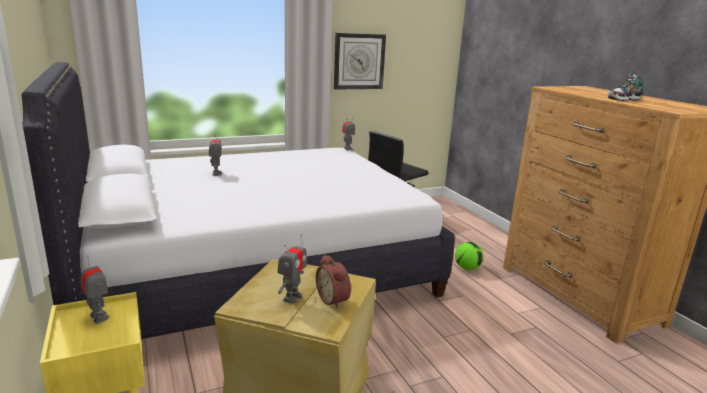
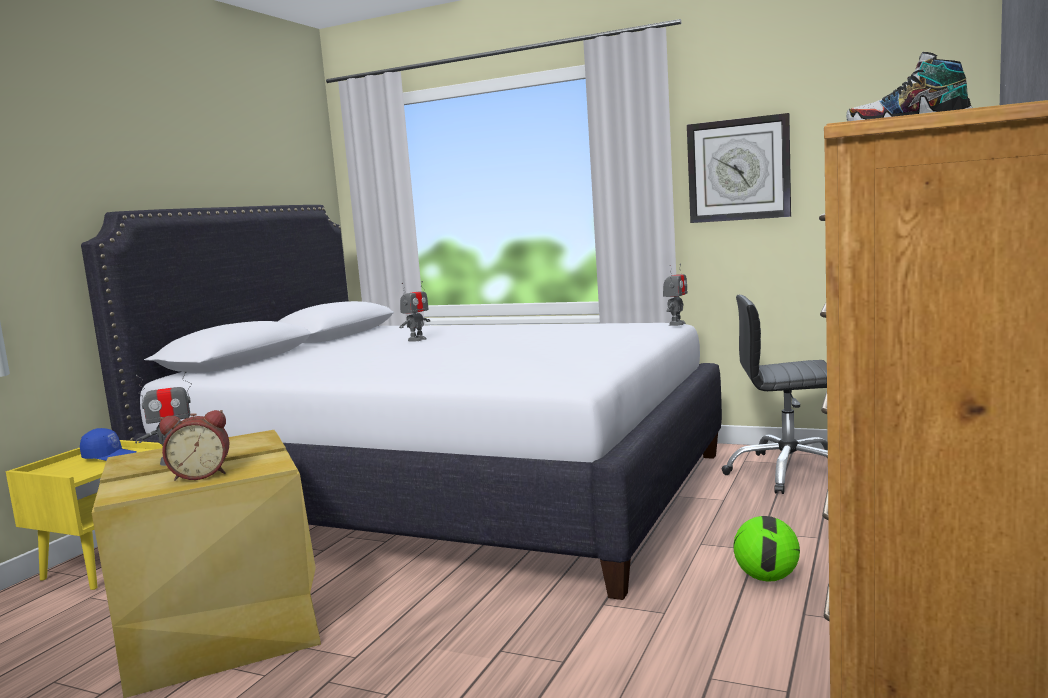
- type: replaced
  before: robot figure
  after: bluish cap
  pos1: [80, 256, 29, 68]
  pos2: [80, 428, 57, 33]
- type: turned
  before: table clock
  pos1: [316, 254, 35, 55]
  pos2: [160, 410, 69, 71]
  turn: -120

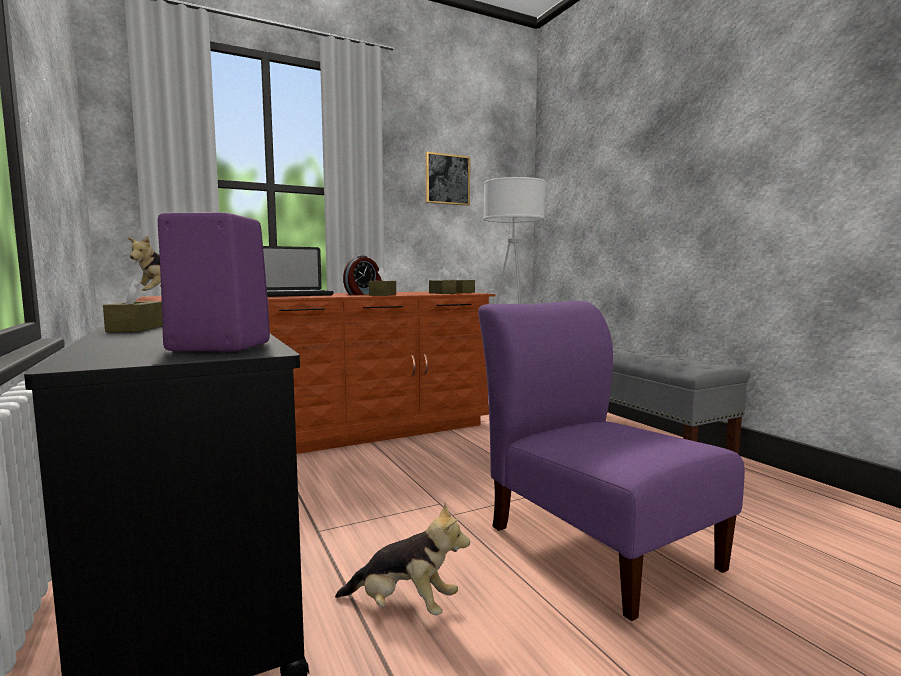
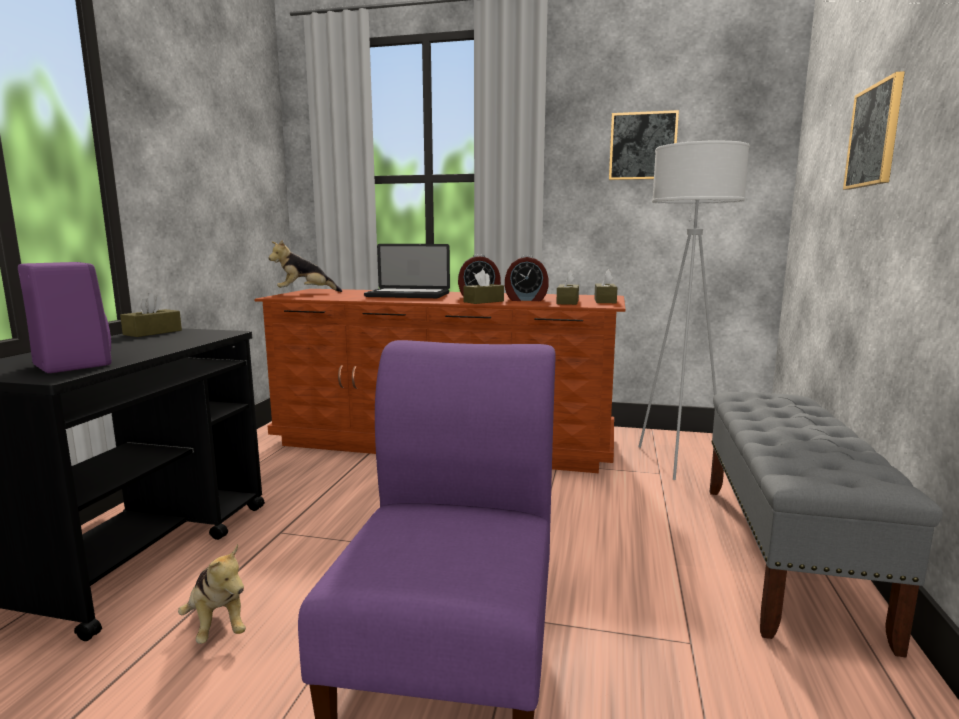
- type: added
  after: table clock
  pos2: [505, 255, 44, 46]
- type: added
  after: wall art
  pos2: [843, 71, 62, 119]

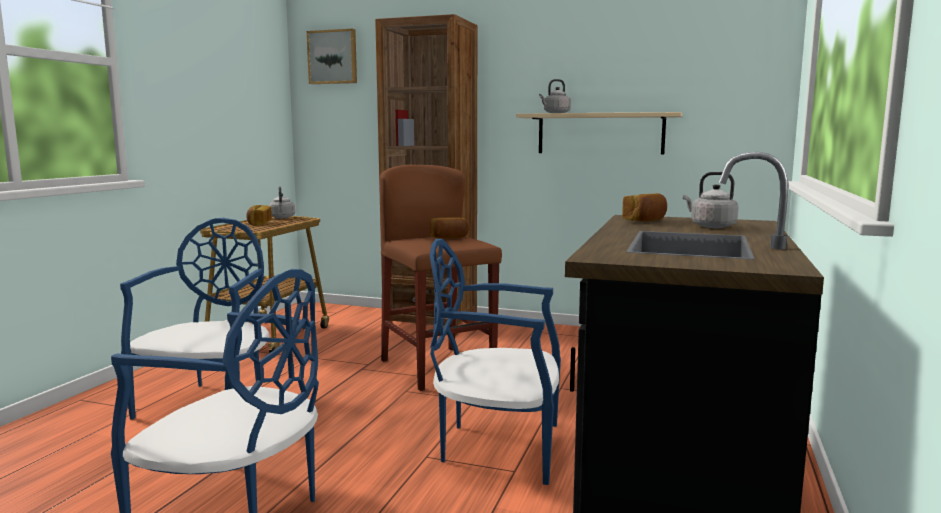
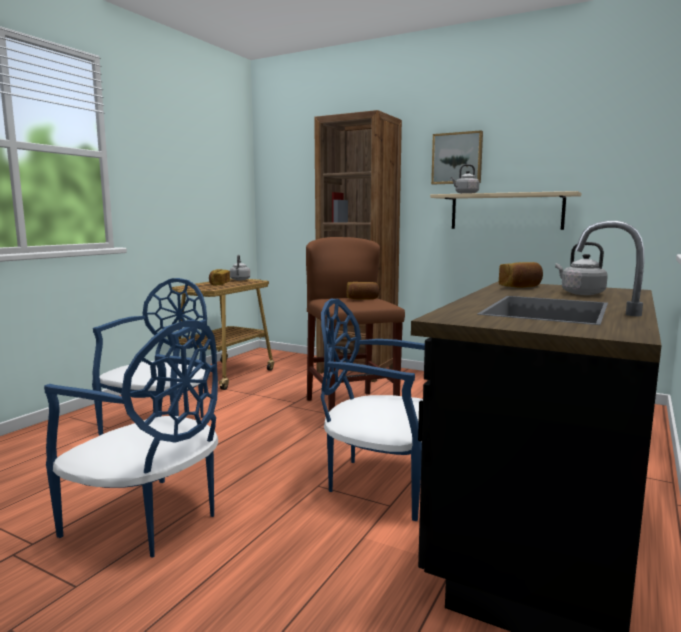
- type: moved
  before: wall art
  pos1: [307, 29, 50, 55]
  pos2: [431, 130, 52, 54]

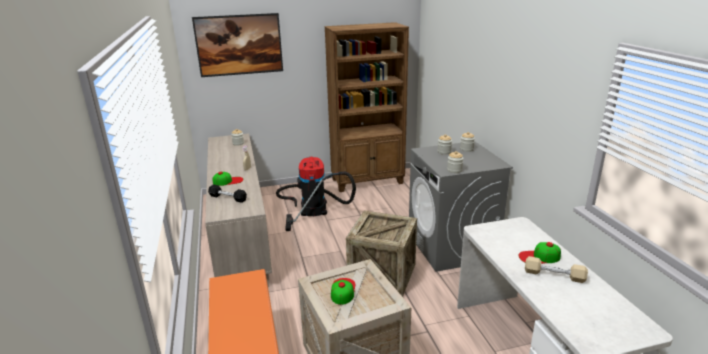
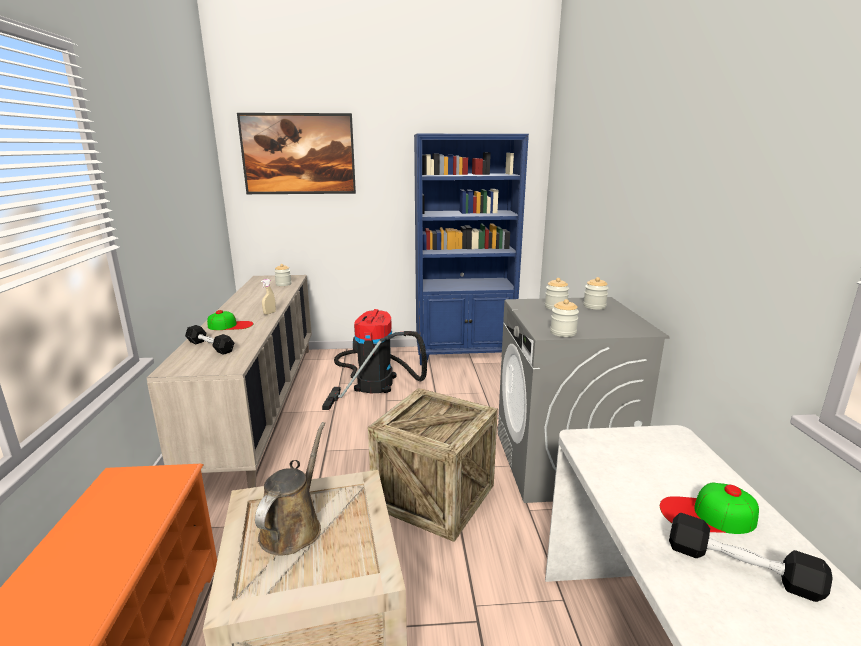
- type: replaced
  before: cap
  after: brown-coloured watering can
  pos1: [331, 278, 24, 27]
  pos2: [255, 422, 70, 133]
- type: recoloured
  before: brown-coloured bookshelf
  after: bluish bookshelf
  pos1: [324, 22, 85, 170]
  pos2: [414, 134, 115, 231]
- type: recoloured
  before: beige-coloured hand weight
  after: blackish hand weight
  pos1: [525, 256, 63, 27]
  pos2: [669, 513, 164, 89]

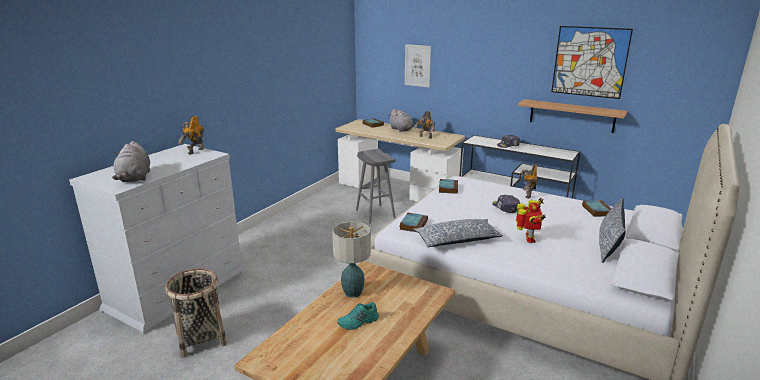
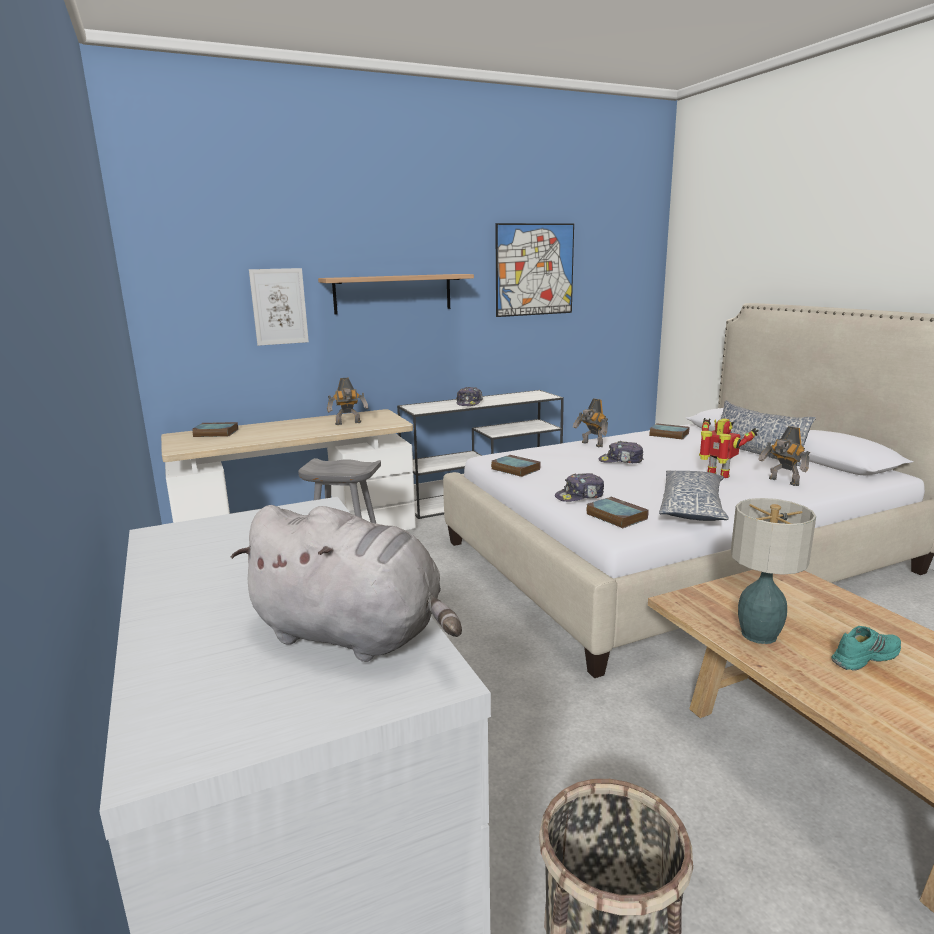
- type: moved
  before: wall shelf
  pos1: [518, 99, 110, 34]
  pos2: [318, 274, 156, 41]
- type: added
  after: cap
  pos2: [555, 473, 49, 29]
- type: moved
  before: robot figure
  pos1: [178, 116, 26, 39]
  pos2: [758, 426, 52, 60]
- type: turned
  before: turquoise-coloured low shoe
  pos1: [337, 302, 42, 28]
  pos2: [831, 626, 70, 45]
  turn: -120
- type: removed
  before: greyish cuddly toy
  pos1: [389, 109, 24, 23]

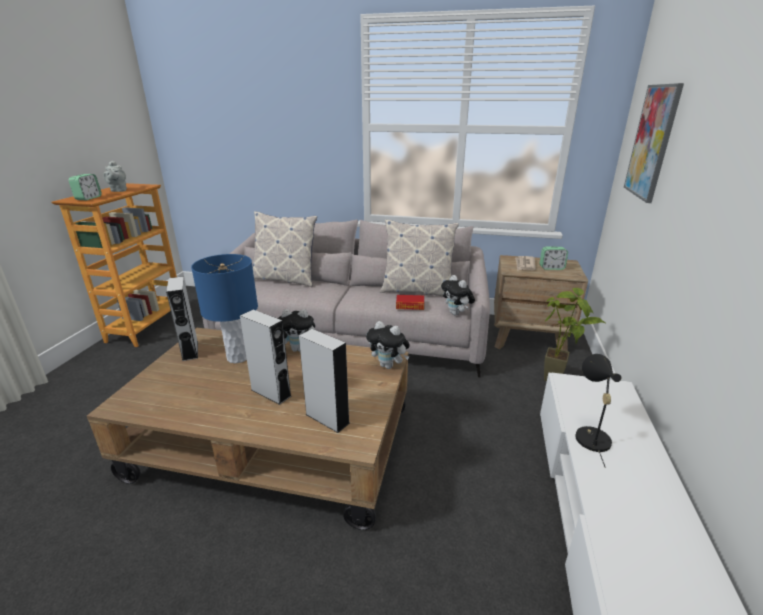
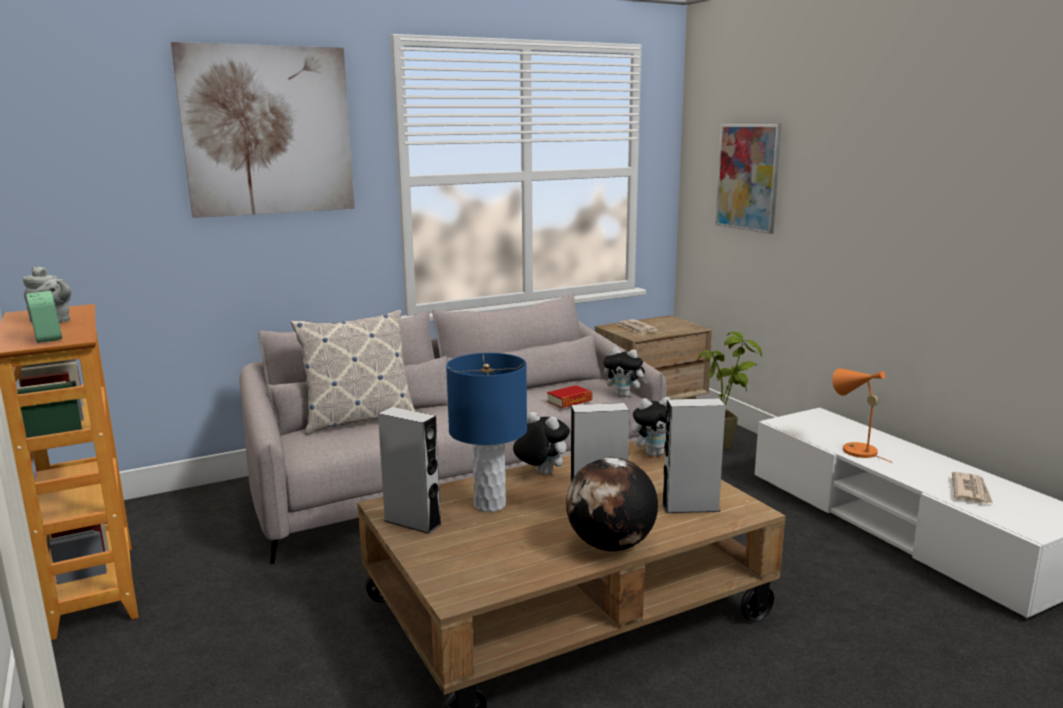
- type: added
  after: wall art
  pos2: [171, 42, 184, 176]
- type: turned
  before: cuddly toy
  pos1: [278, 309, 37, 43]
  pos2: [513, 412, 57, 63]
  turn: -105
- type: added
  after: globe
  pos2: [566, 457, 92, 94]
- type: recoloured
  before: blackish table lamp
  after: orange table lamp
  pos1: [575, 354, 47, 114]
  pos2: [832, 368, 61, 95]
- type: added
  after: newspaper
  pos2: [952, 472, 41, 32]
- type: removed
  before: throw pillow
  pos1: [380, 219, 79, 77]
- type: removed
  before: table clock
  pos1: [540, 247, 28, 23]

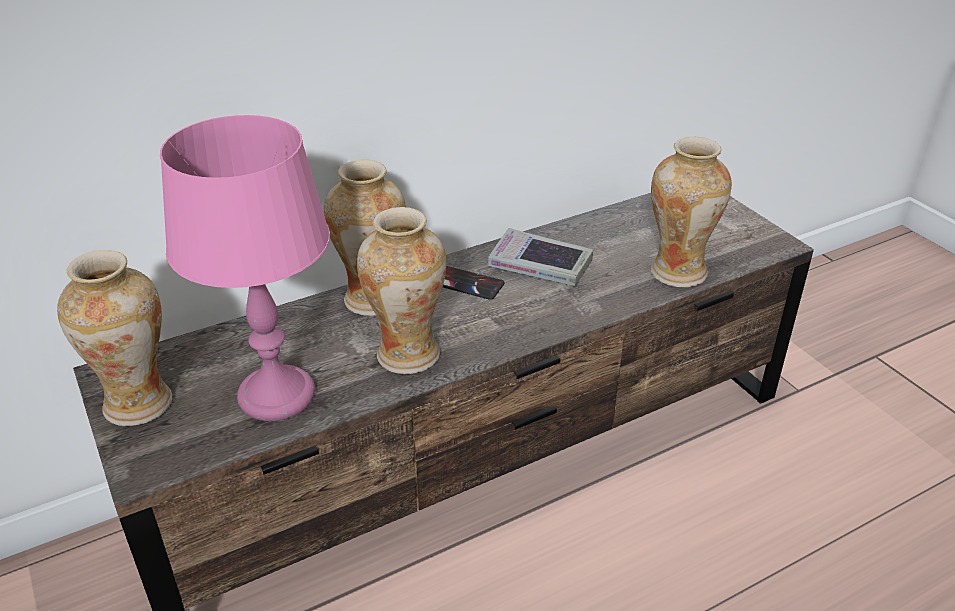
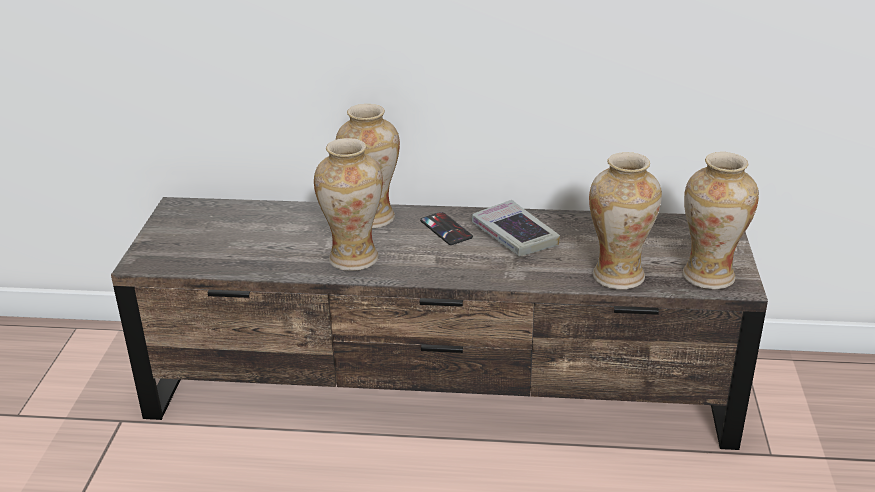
- type: moved
  before: flower vase
  pos1: [57, 250, 115, 176]
  pos2: [682, 152, 77, 137]
- type: removed
  before: pink-coloured table lamp
  pos1: [160, 115, 170, 306]

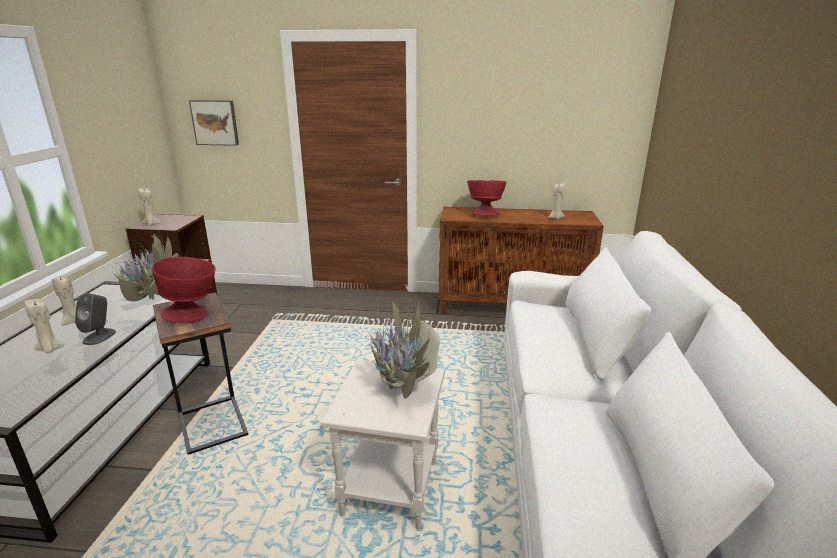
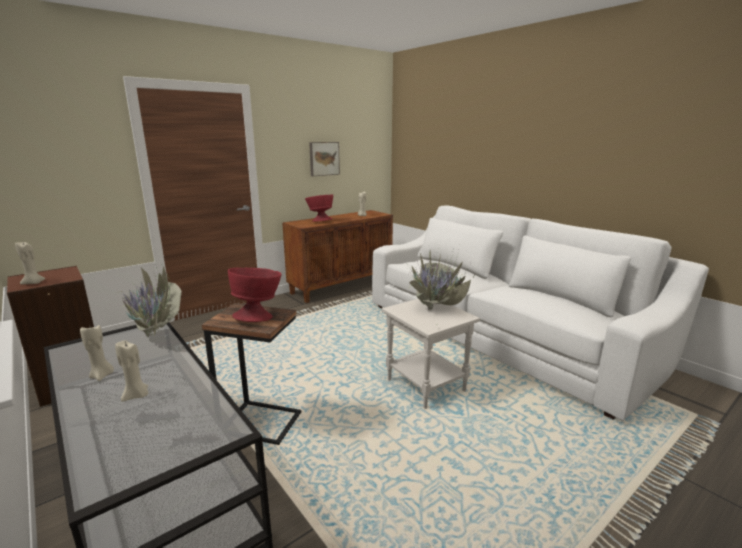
- type: moved
  before: wall art
  pos1: [189, 100, 50, 46]
  pos2: [309, 142, 31, 34]
- type: removed
  before: greyish speaker
  pos1: [75, 293, 41, 52]

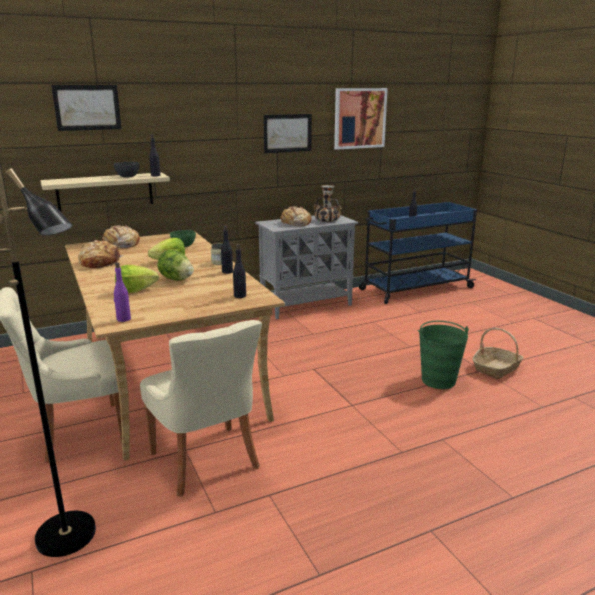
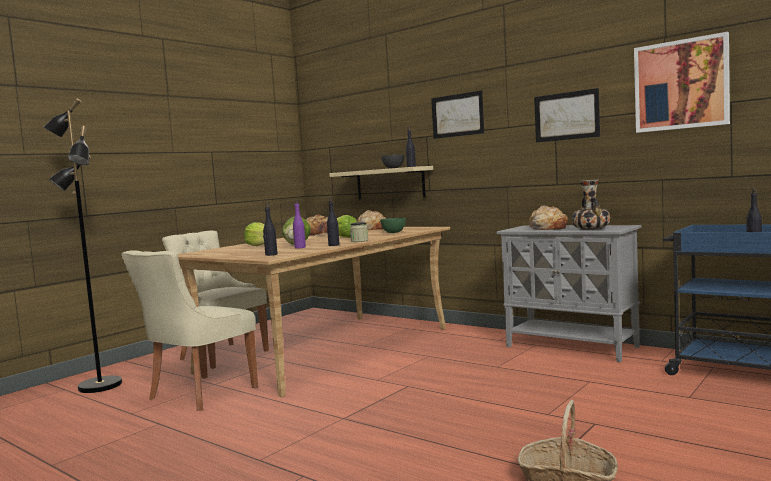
- type: moved
  before: purple-coloured drink bottle
  pos1: [114, 262, 17, 60]
  pos2: [293, 199, 13, 49]
- type: moved
  before: wall art
  pos1: [51, 85, 71, 46]
  pos2: [431, 90, 53, 49]
- type: removed
  before: greenish water bucket
  pos1: [417, 321, 52, 68]

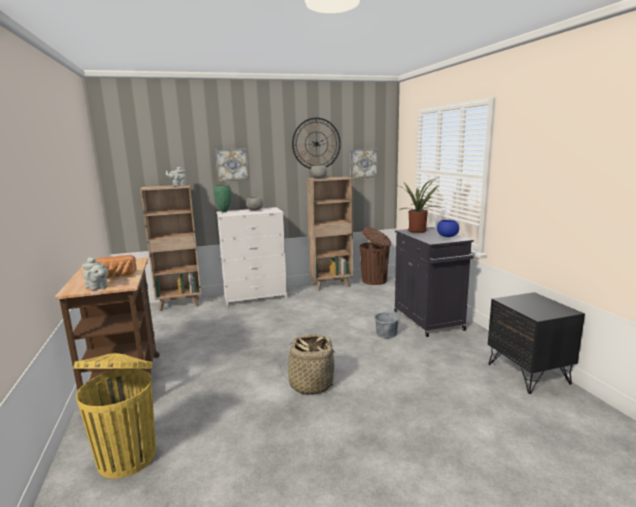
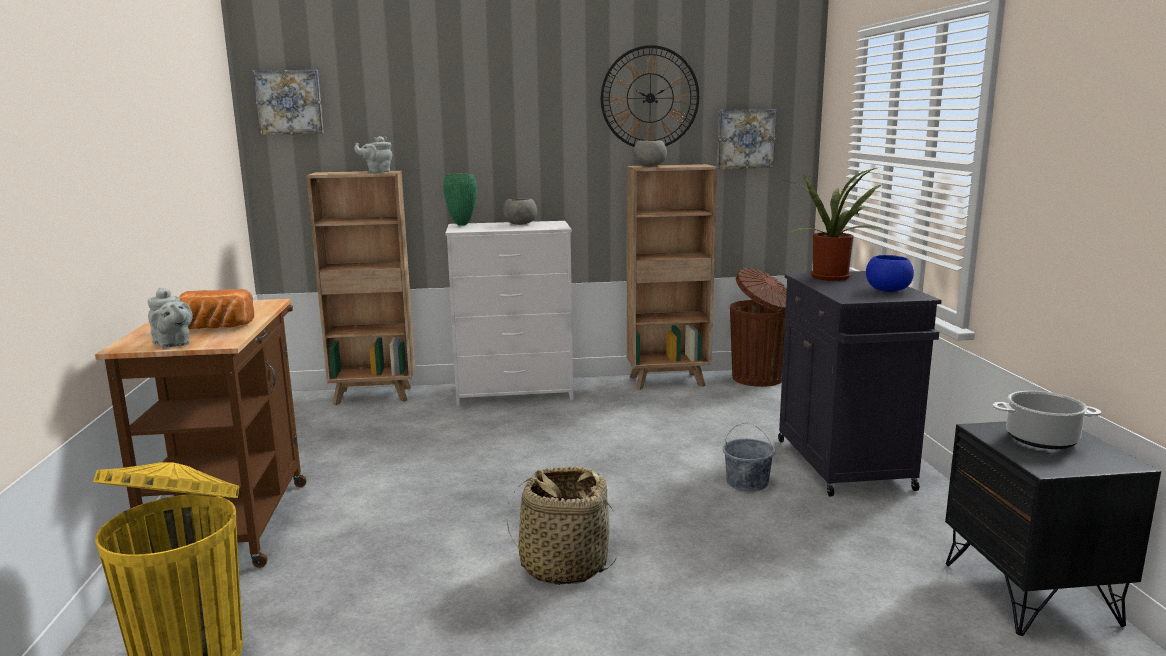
- type: moved
  before: wall art
  pos1: [215, 148, 34, 33]
  pos2: [253, 70, 71, 65]
- type: added
  after: stockpot
  pos2: [992, 391, 109, 58]

